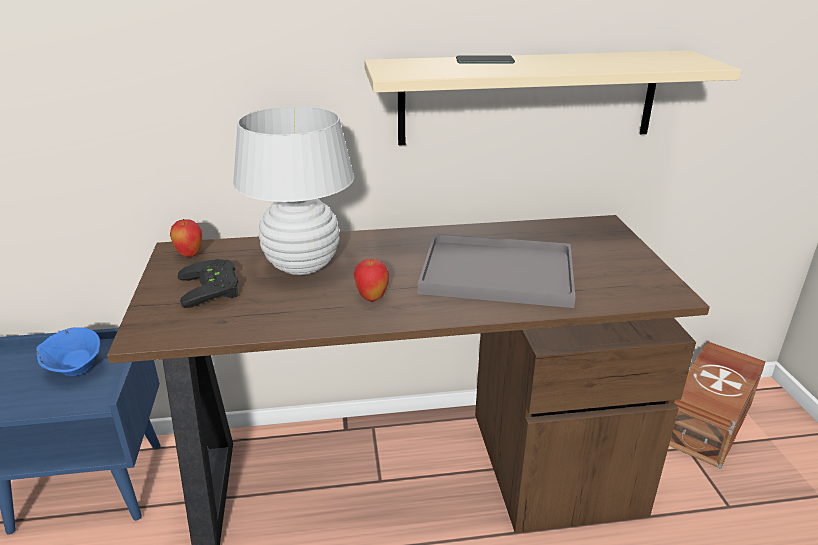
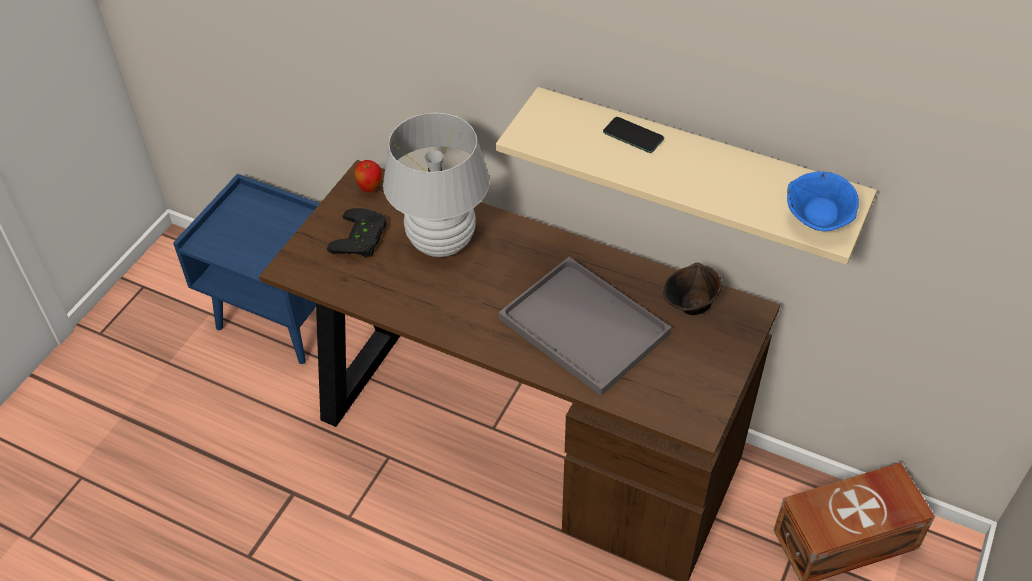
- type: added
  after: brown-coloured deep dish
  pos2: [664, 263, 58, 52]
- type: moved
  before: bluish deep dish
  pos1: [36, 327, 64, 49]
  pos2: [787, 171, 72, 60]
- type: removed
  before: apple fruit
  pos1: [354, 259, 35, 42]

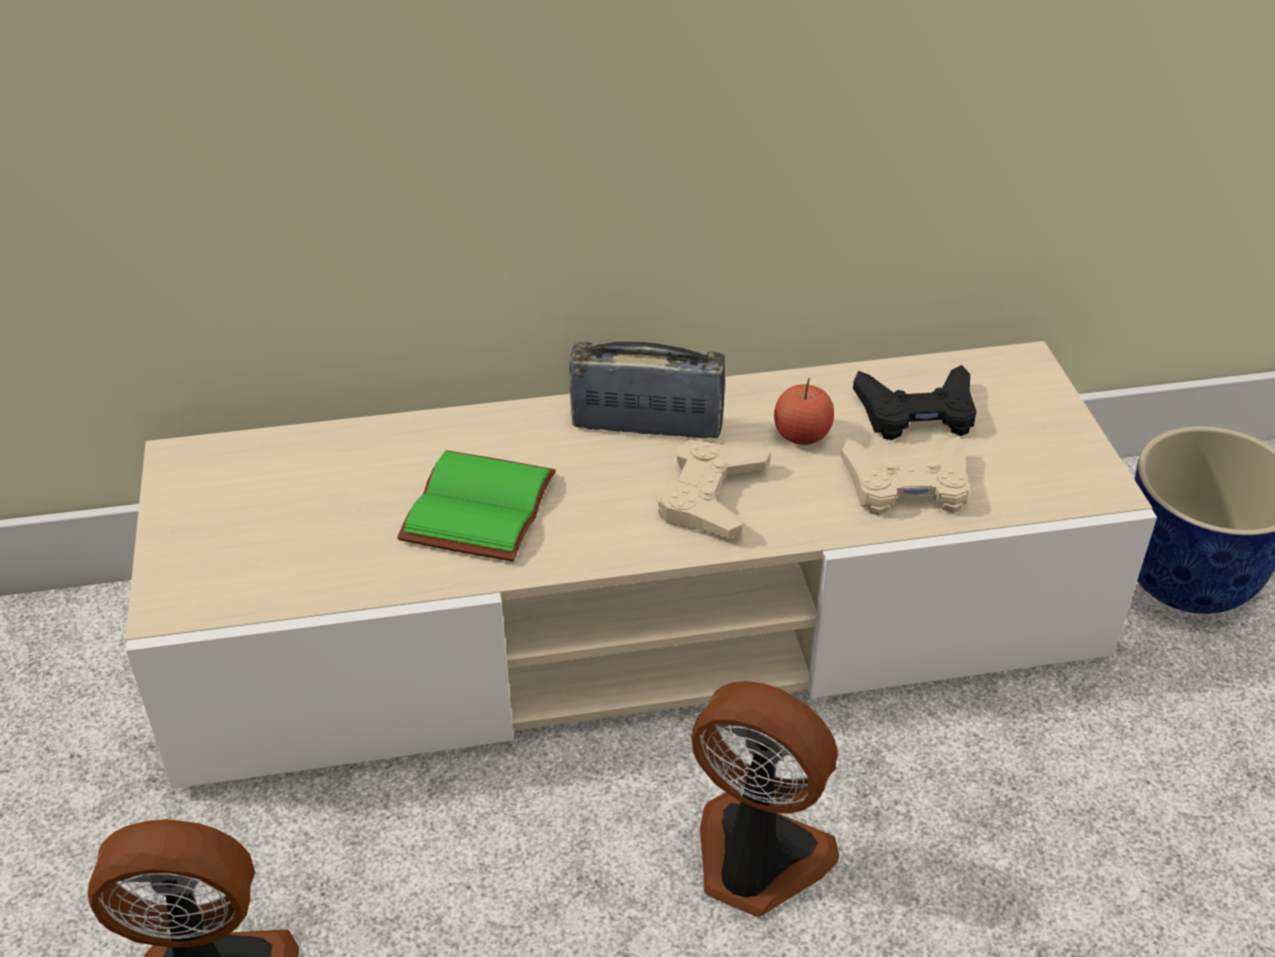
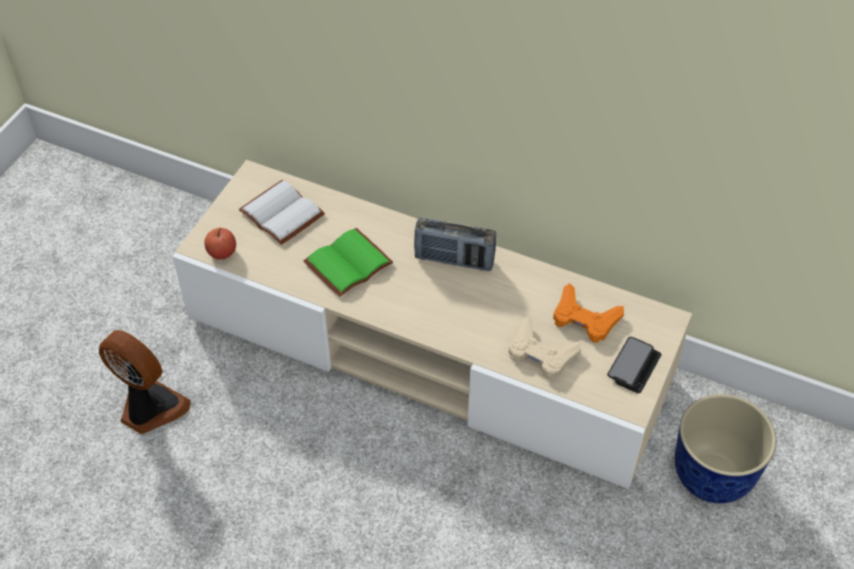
- type: moved
  before: apple fruit
  pos1: [774, 378, 60, 67]
  pos2: [204, 228, 32, 32]
- type: added
  after: whitish volume
  pos2: [239, 180, 86, 65]
- type: turned
  before: radio set
  pos1: [569, 341, 156, 97]
  pos2: [414, 218, 82, 53]
  turn: 150
- type: recoloured
  before: blackish joypad
  after: orange joypad
  pos1: [853, 365, 124, 75]
  pos2: [553, 283, 71, 60]
- type: added
  after: phone
  pos2: [607, 337, 54, 56]
- type: removed
  before: beige-coloured joypad
  pos1: [656, 439, 115, 99]
- type: removed
  before: cooling fan
  pos1: [691, 681, 148, 236]

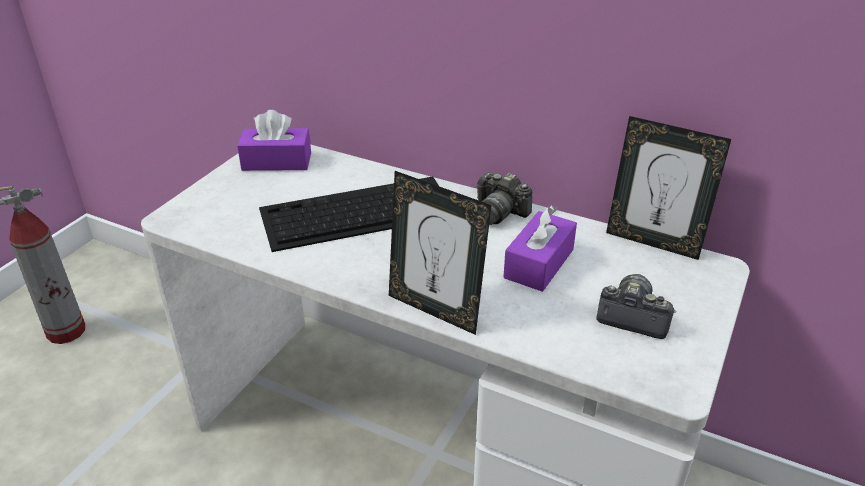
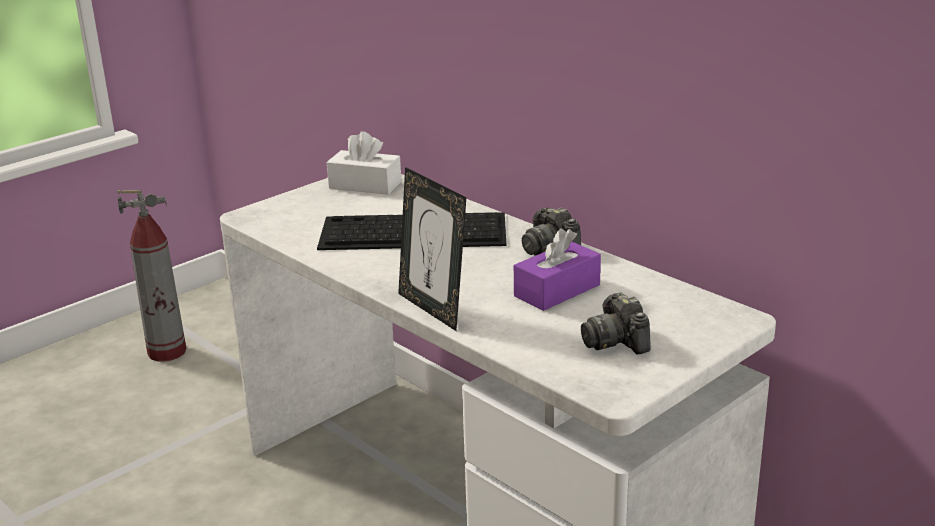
- type: recoloured
  before: purple-coloured box of tissues
  after: whitish box of tissues
  pos1: [237, 110, 74, 61]
  pos2: [327, 131, 75, 64]
- type: turned
  before: still camera
  pos1: [596, 274, 81, 65]
  pos2: [581, 293, 70, 62]
  turn: -150
- type: removed
  before: photo frame
  pos1: [606, 116, 125, 144]

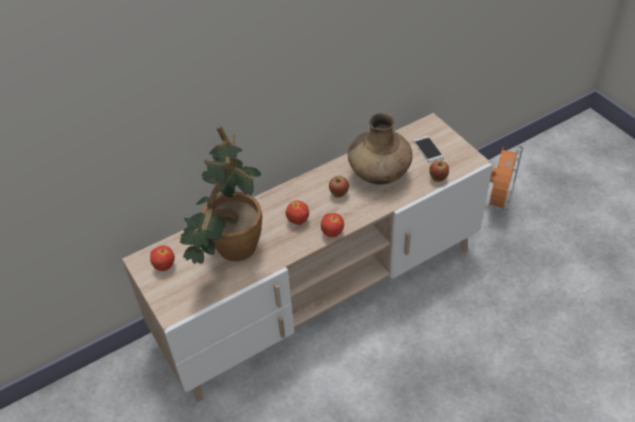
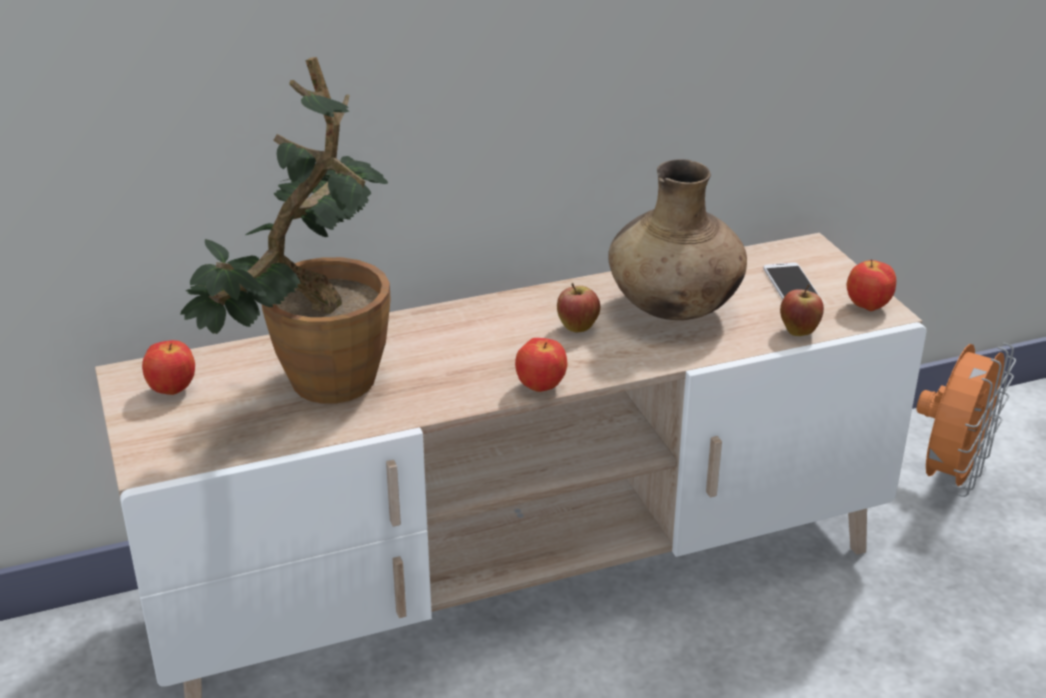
- type: moved
  before: apple fruit
  pos1: [286, 201, 23, 24]
  pos2: [846, 259, 50, 52]

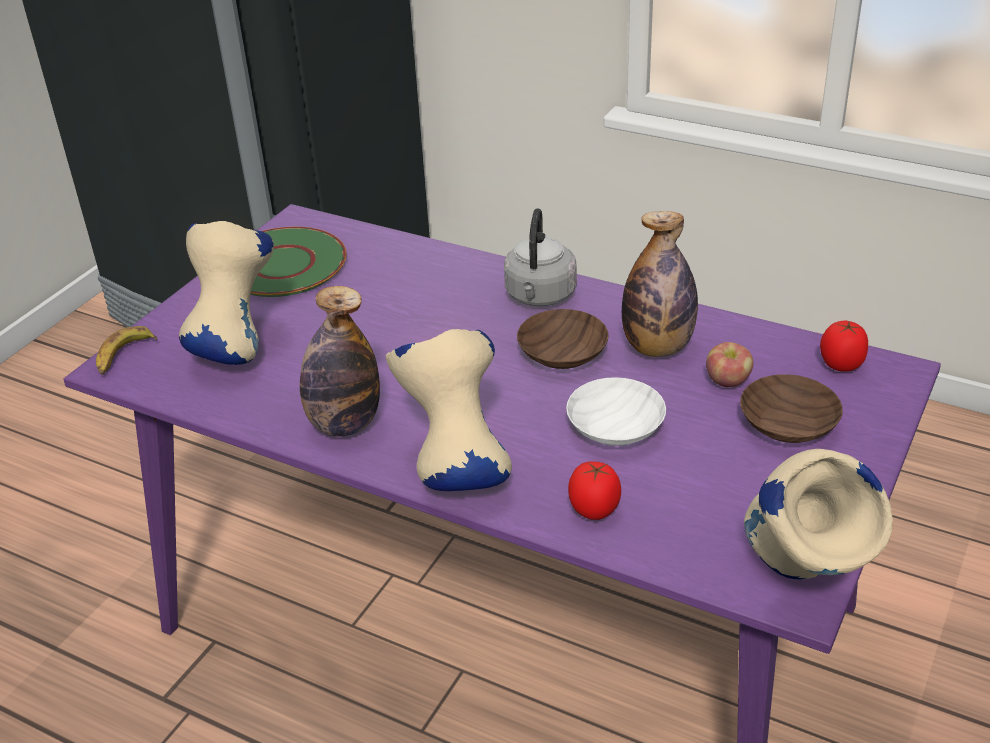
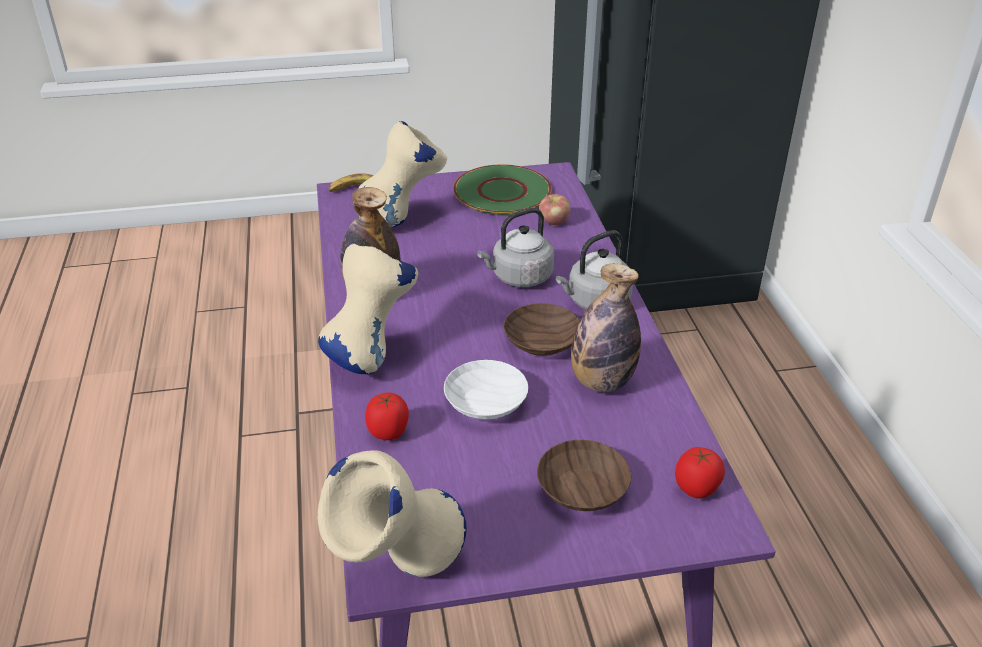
- type: added
  after: greyish water kettle
  pos2: [477, 208, 77, 79]
- type: moved
  before: apple fruit
  pos1: [706, 342, 47, 45]
  pos2: [539, 194, 31, 31]

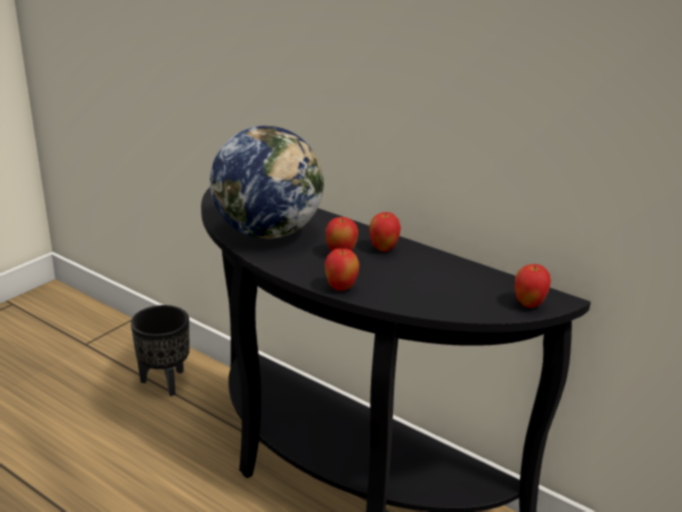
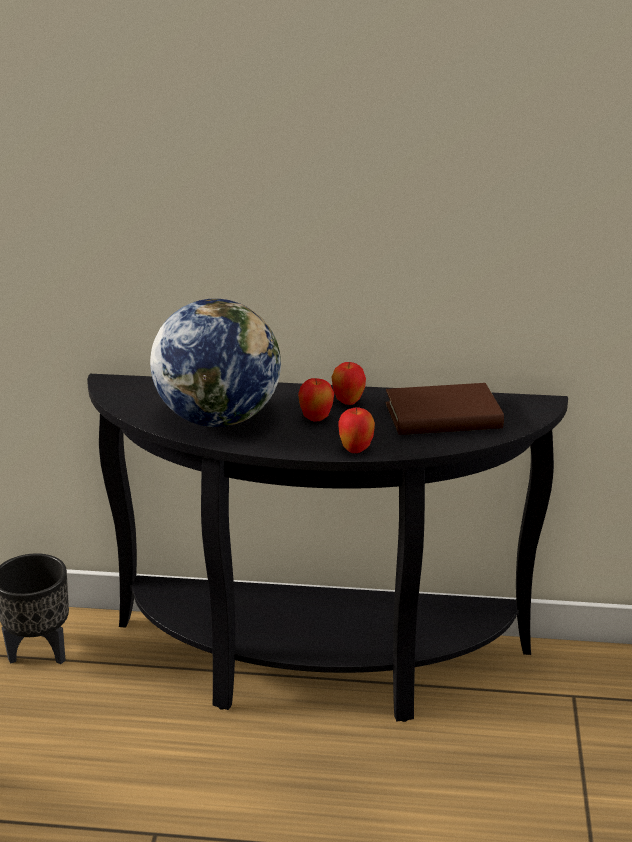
- type: added
  after: brown-coloured volume
  pos2: [386, 383, 118, 52]
- type: removed
  before: apple fruit
  pos1: [515, 264, 36, 44]

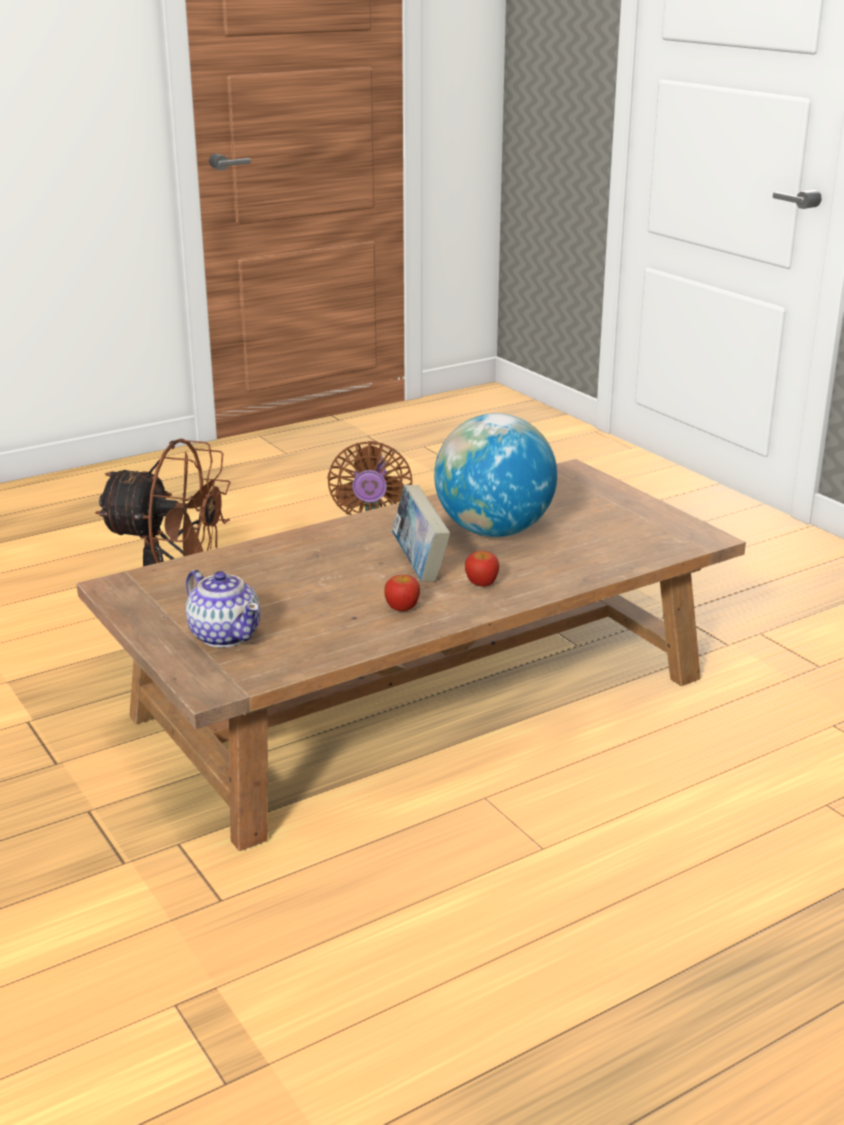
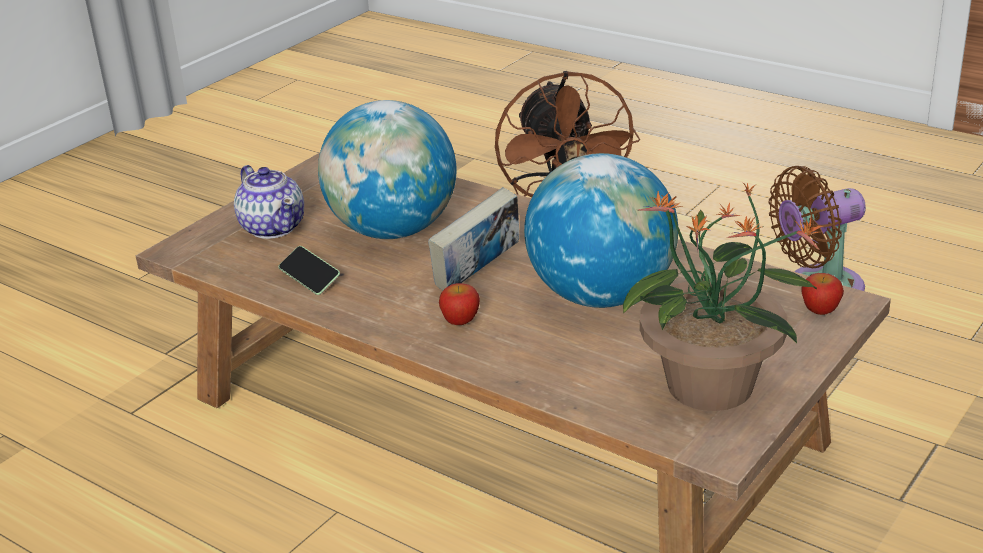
- type: turned
  before: tea pot
  pos1: [186, 570, 74, 78]
  pos2: [234, 165, 70, 74]
  turn: -60
- type: added
  after: phone
  pos2: [278, 246, 62, 49]
- type: added
  after: globe
  pos2: [318, 100, 138, 139]
- type: added
  after: plant in a pot
  pos2: [623, 182, 200, 229]
- type: moved
  before: apple fruit
  pos1: [384, 575, 36, 36]
  pos2: [801, 273, 43, 42]

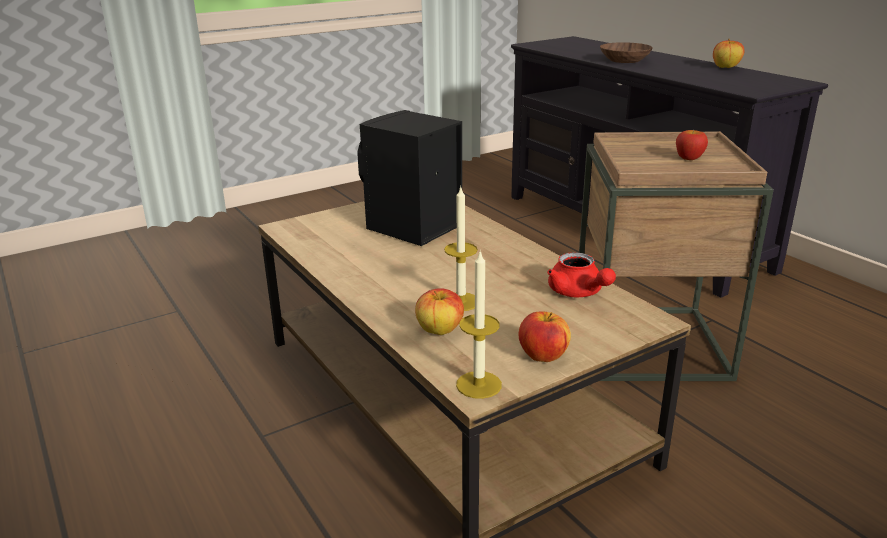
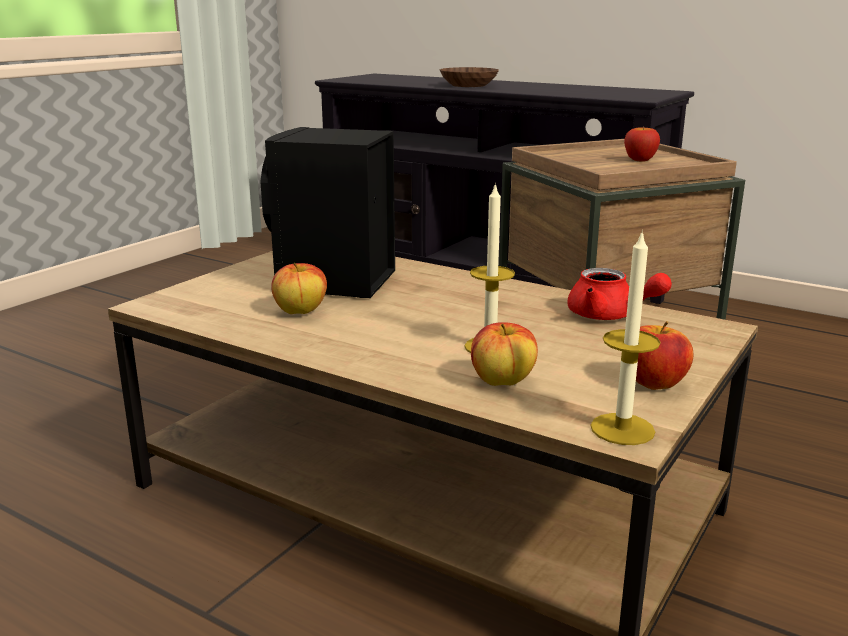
- type: moved
  before: apple fruit
  pos1: [713, 39, 31, 29]
  pos2: [271, 263, 56, 51]

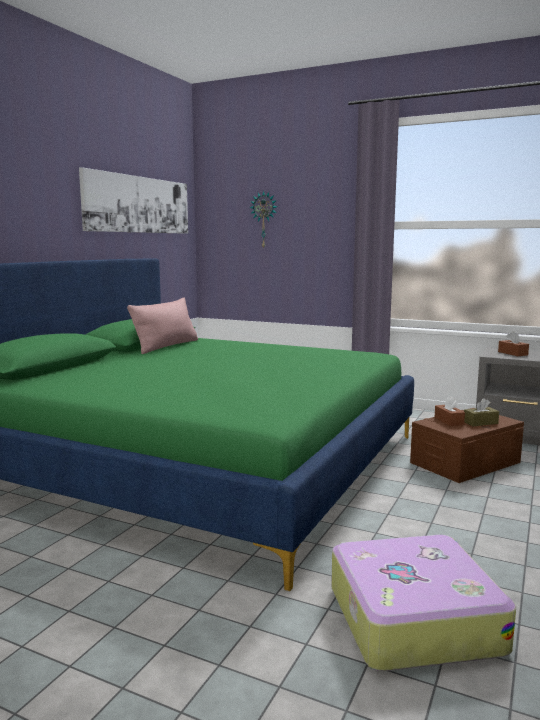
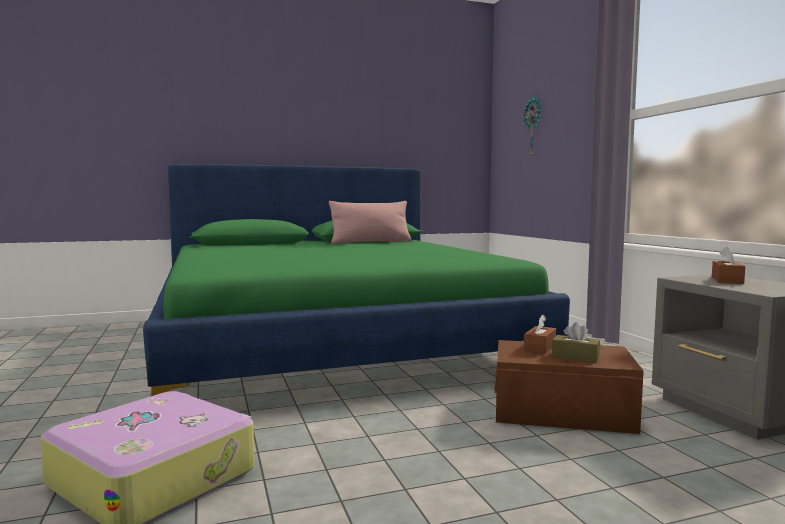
- type: removed
  before: wall art
  pos1: [79, 167, 109, 67]

